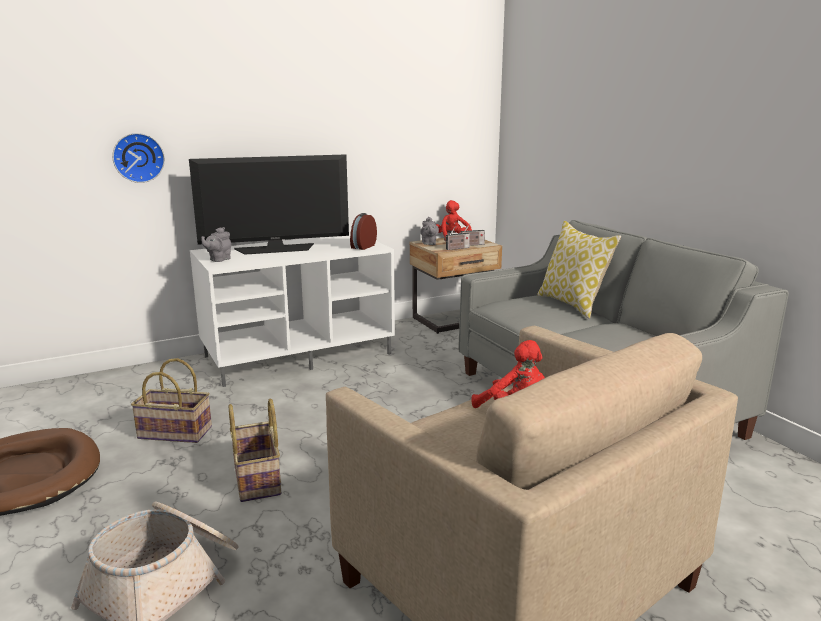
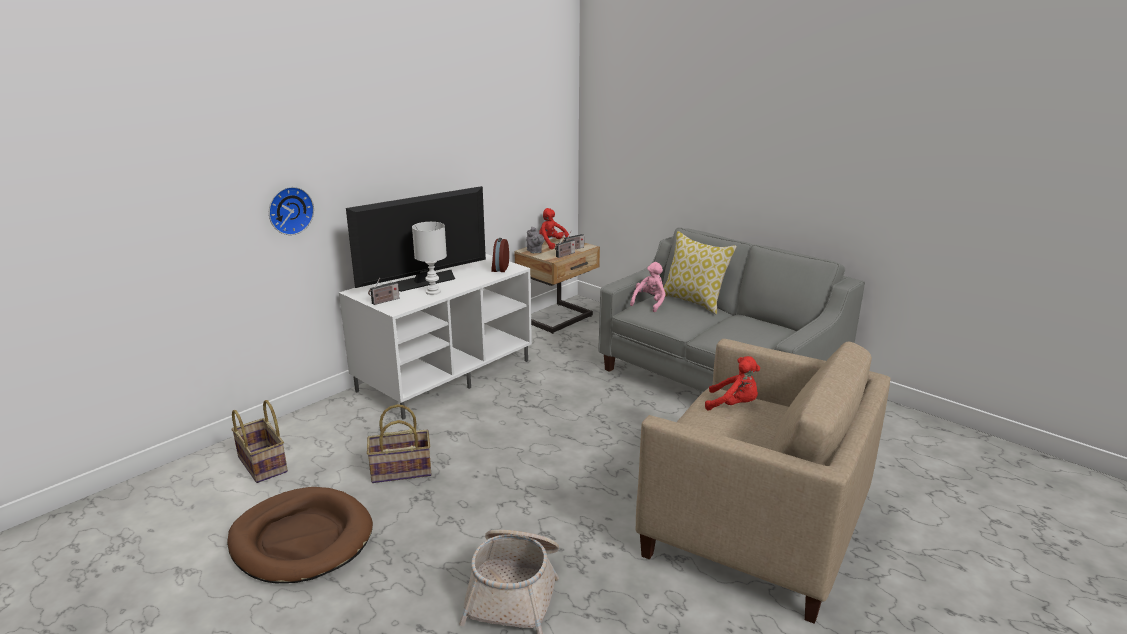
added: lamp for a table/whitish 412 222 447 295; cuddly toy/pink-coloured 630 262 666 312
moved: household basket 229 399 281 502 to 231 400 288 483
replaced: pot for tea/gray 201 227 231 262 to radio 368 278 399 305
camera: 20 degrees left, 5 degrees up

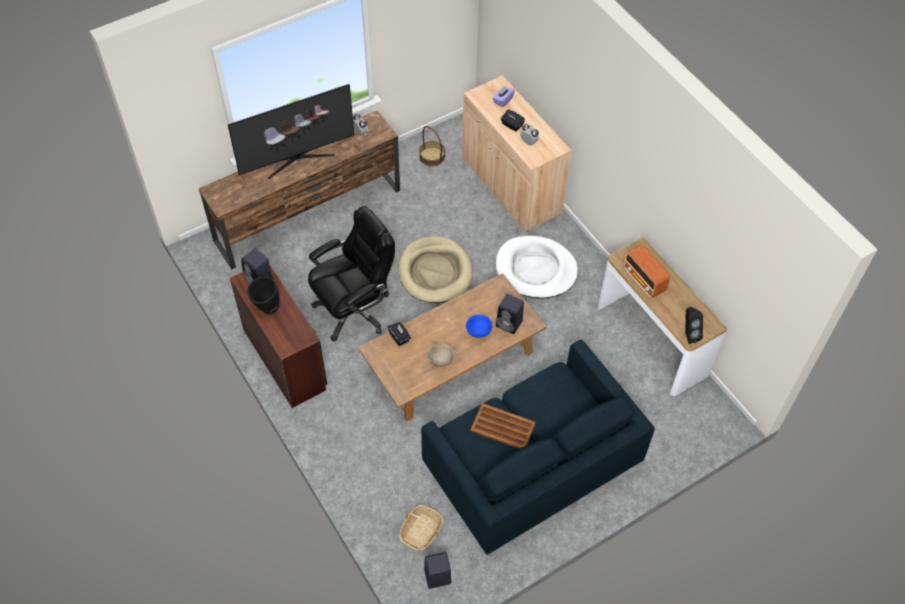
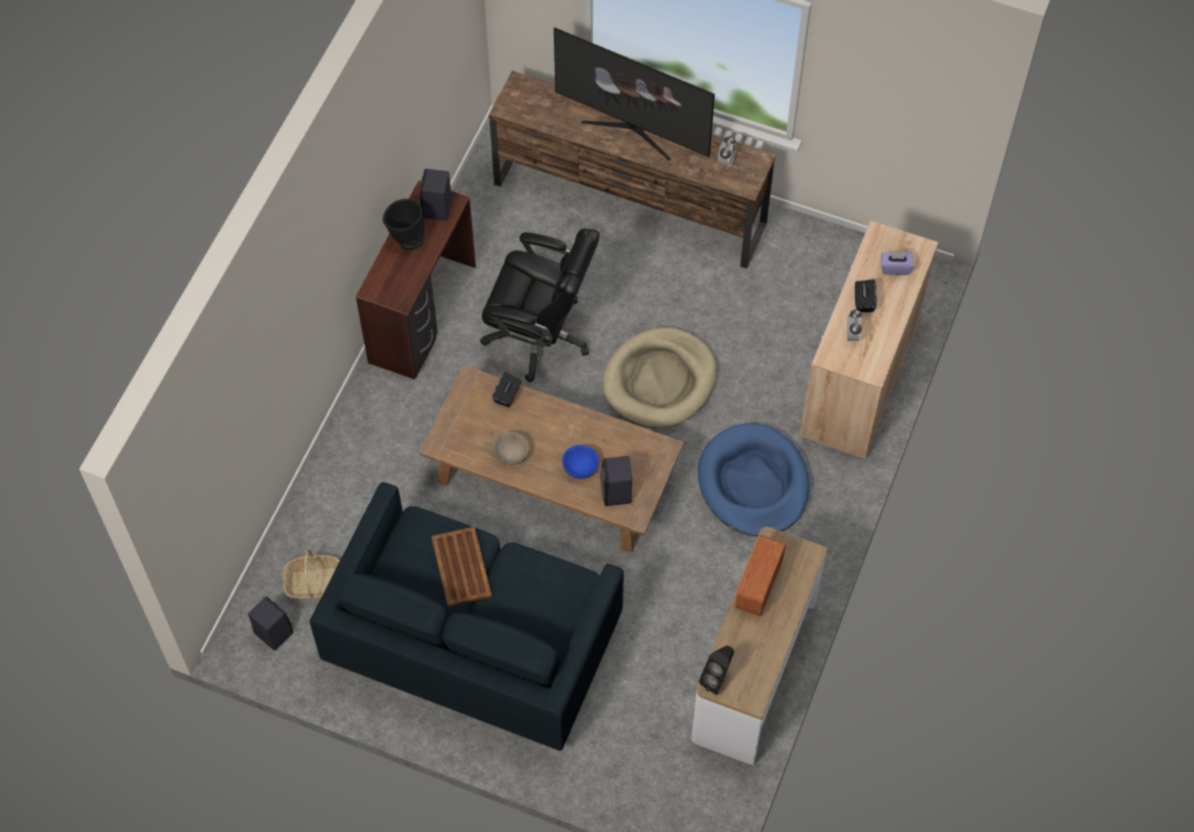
removed: household basket 419 126 445 167
recoloured: dog bed/whitish 496 236 578 299 to dog bed/blue-coloured 698 423 810 536
camera: 55 degrees right, 5 degrees up

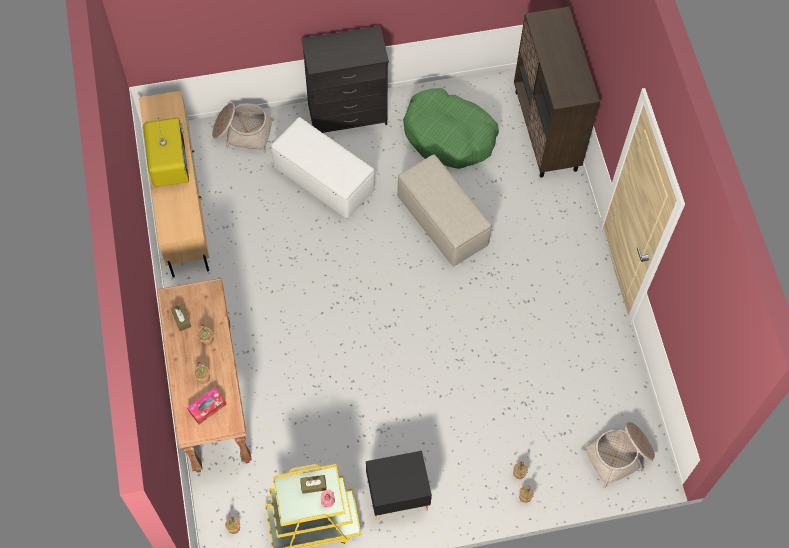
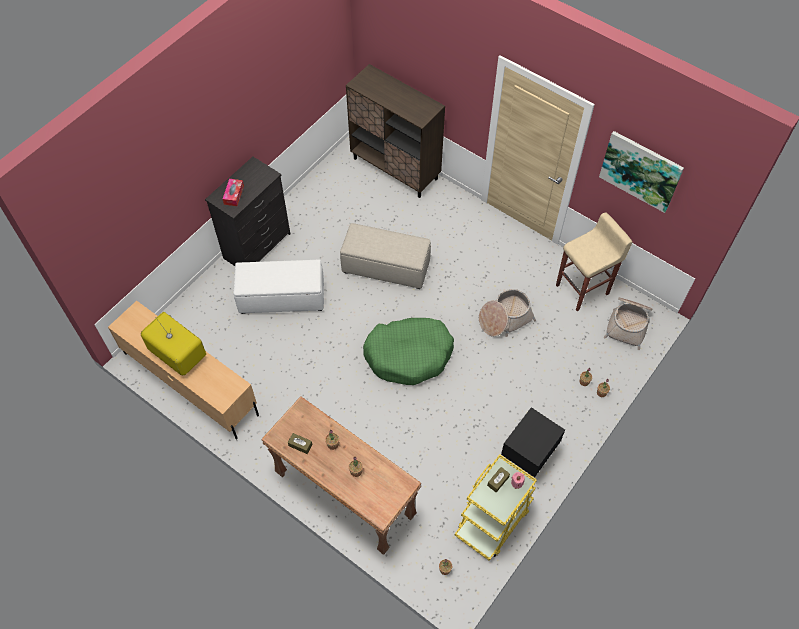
added: wall art 599 131 684 213; stool/beige-coloured 556 212 633 311
moved: dog bed/green 403 88 499 169 to 363 318 454 385; household basket 212 103 274 153 to 479 289 536 337; tissue holder 187 388 227 424 to 223 179 244 206
camera: 40 degrees left, 5 degrees down

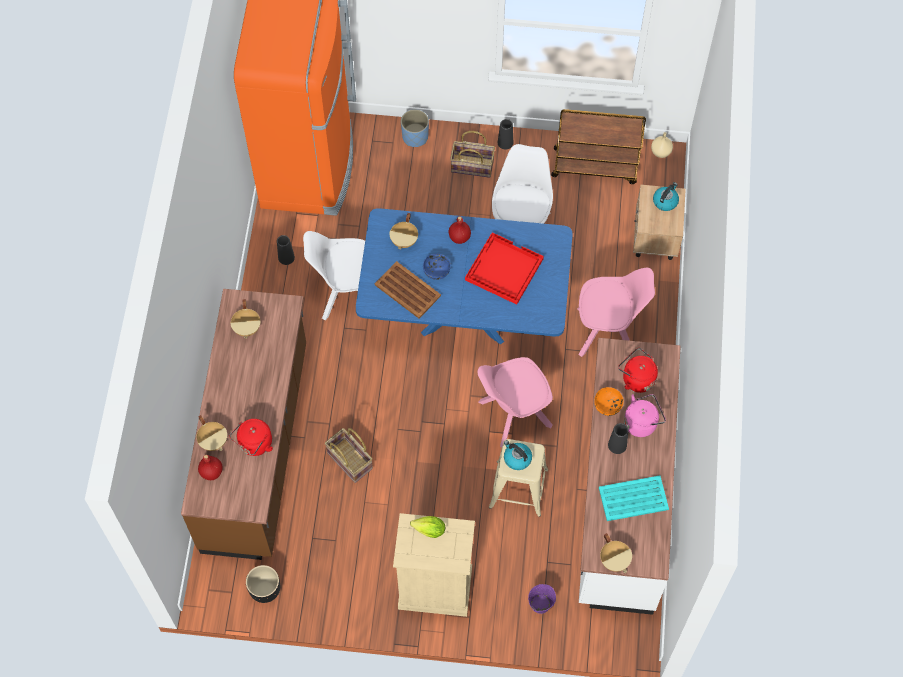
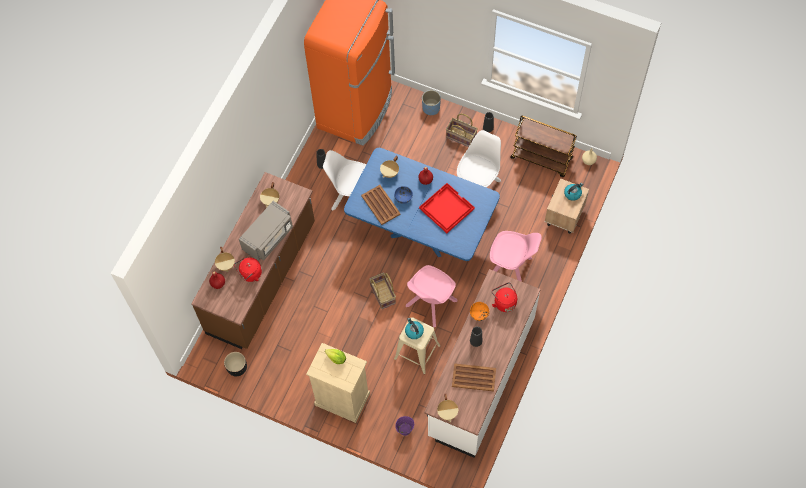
removed: water kettle/pink-coloured 624 394 666 437
added: microwave oven/gray 239 201 293 260
moved: household basket 325 428 373 483 to 369 272 396 309
recoloured: tray/blue-green 599 476 669 521 to tray/brownish 452 363 496 391
turned: upright chair/pink-coloured 478 357 553 447 = 406 265 457 327 45 degrees counterclockwise
camera: 20 degrees right, 0 degrees up

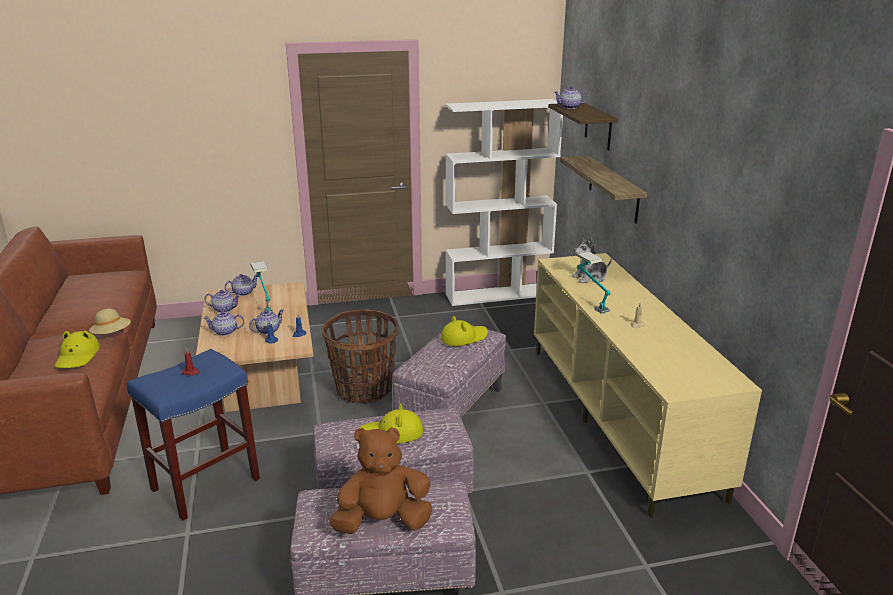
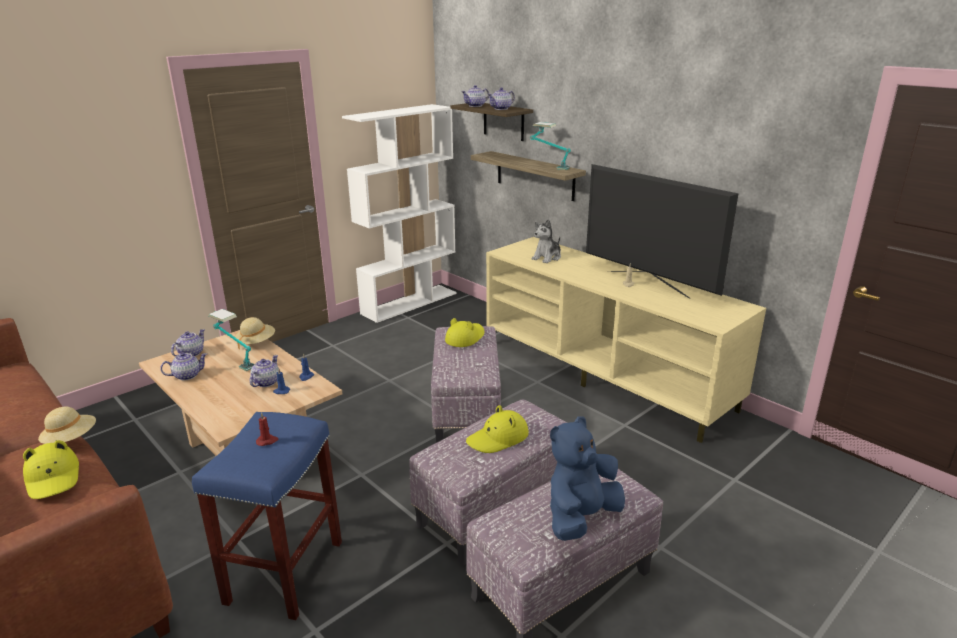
removed: household basket 322 309 398 404
added: TV set 586 164 739 298; hat/beige-coloured 235 317 275 350
moved: lamp for a table 577 252 610 314 to 530 122 571 170; pot for tea 203 311 244 336 to 487 88 515 110
recoloured: cuddly toy/brownish 329 427 433 534 to cuddly toy/blue-coloured 550 416 625 541
camera: 30 degrees left, 0 degrees up

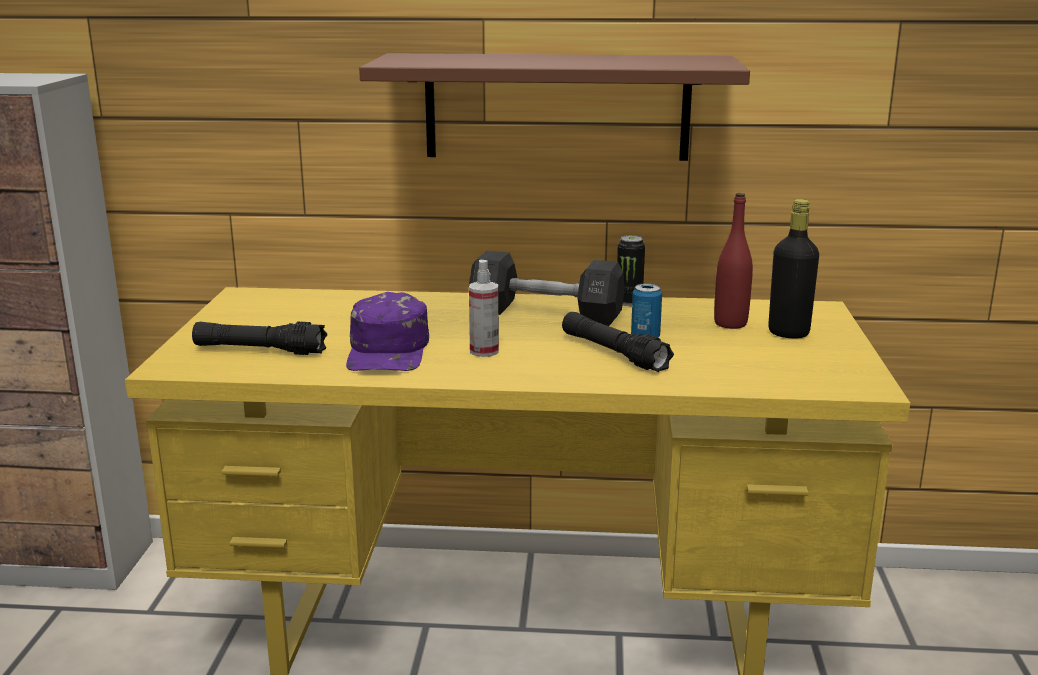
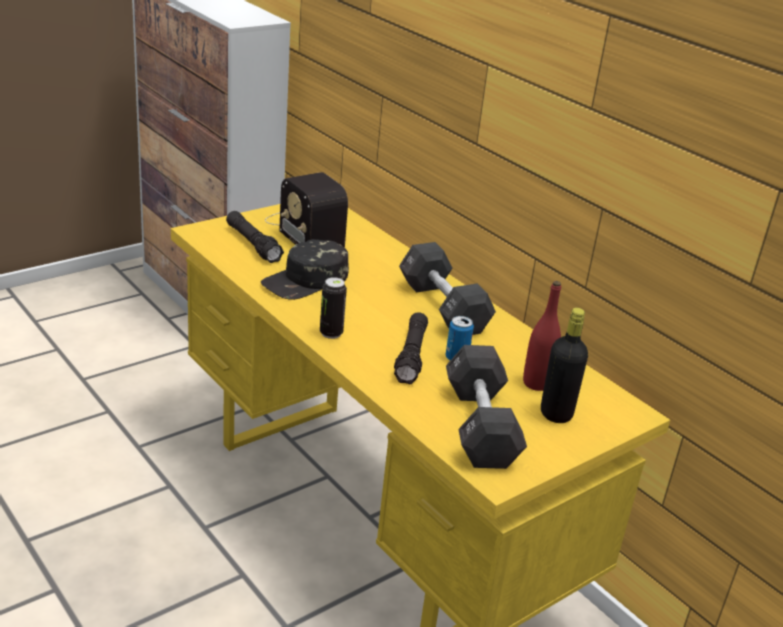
removed: bracket shelf/brownish 359 53 750 161; hand sprayer 469 260 499 357
added: radio 265 172 348 248; hand weight/blackish 446 345 527 469
moved: metal can 617 235 645 306 to 320 277 347 339
recoloured: peaked cap/purple-coloured 346 292 429 371 to peaked cap/blackish 261 239 349 300
camera: 45 degrees right, 10 degrees up

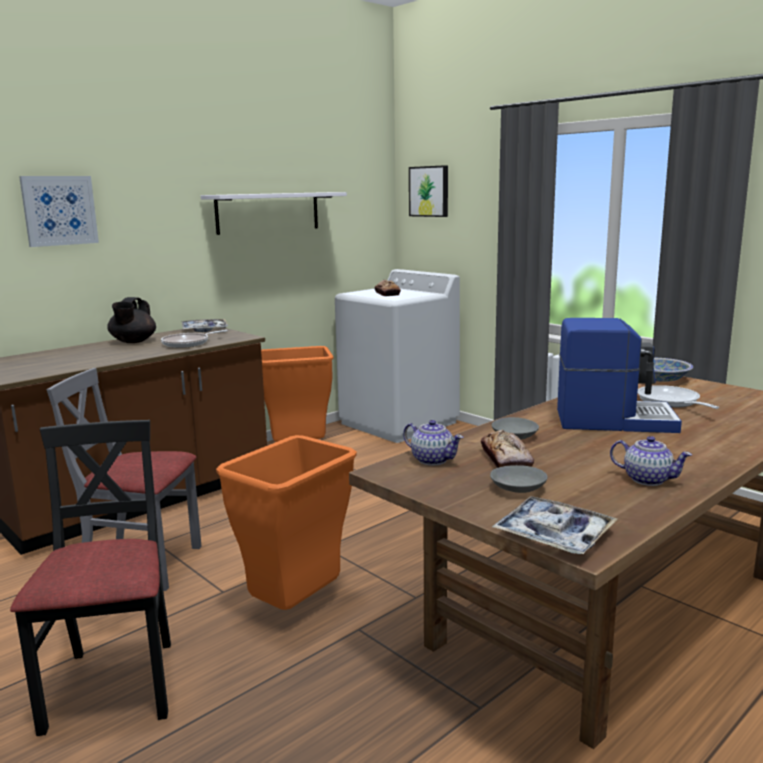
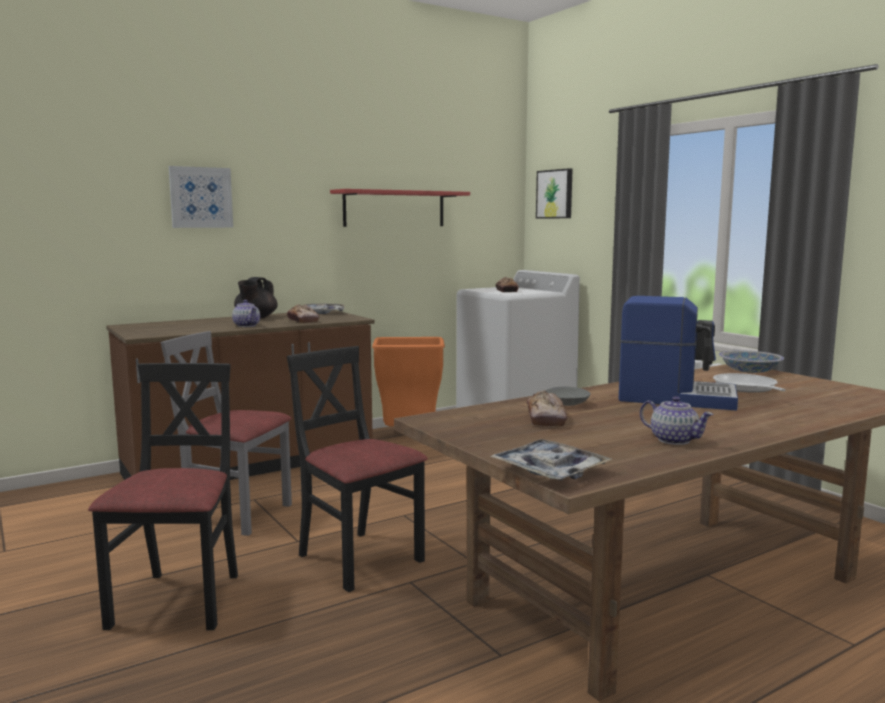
removed: bowl/gray 490 465 548 493
moved: pot for tea 403 420 463 465 to 232 300 260 327
replaced: skillet 161 330 228 348 to bakery bread 287 304 319 323; trash can/orangey 216 435 357 610 to upright chair/blackish 287 346 428 592
recoloured: bracket shelf/whitish 201 192 347 235 to bracket shelf/red-coloured 330 189 470 227
camera: 10 degrees right, 5 degrees down

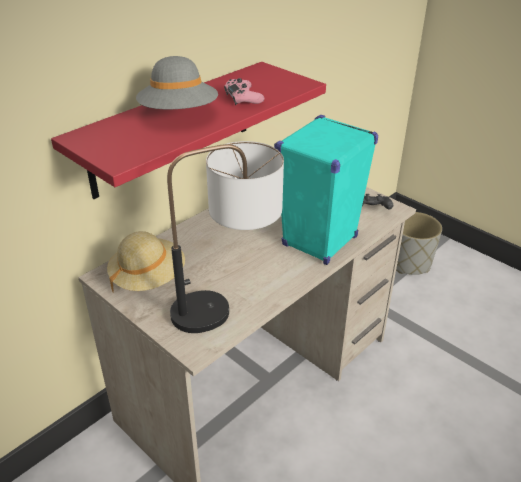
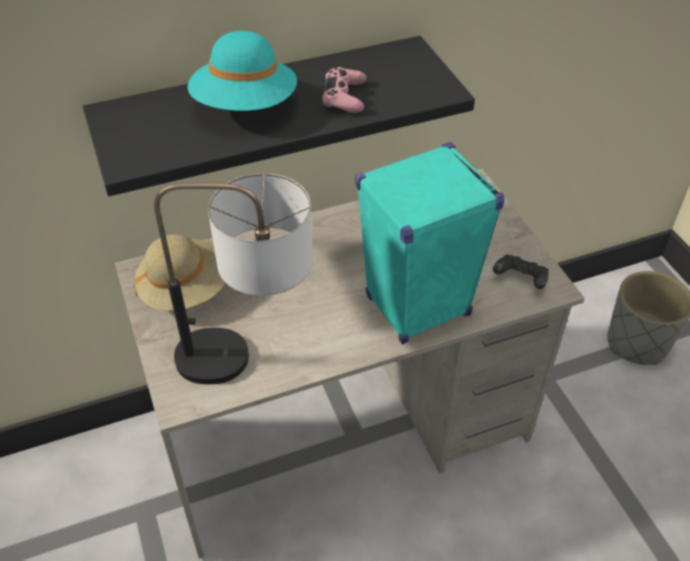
recoloured: hat/gray 136 56 218 109 to hat/blue-green 188 31 297 111; bracket shelf/red-coloured 51 62 326 199 to bracket shelf/blackish 83 36 475 196
camera: 25 degrees right, 10 degrees up

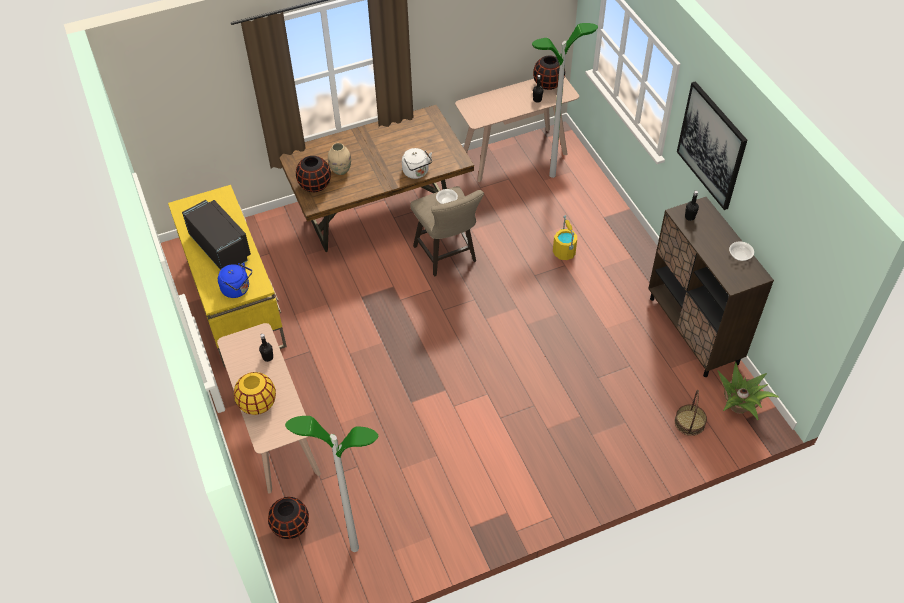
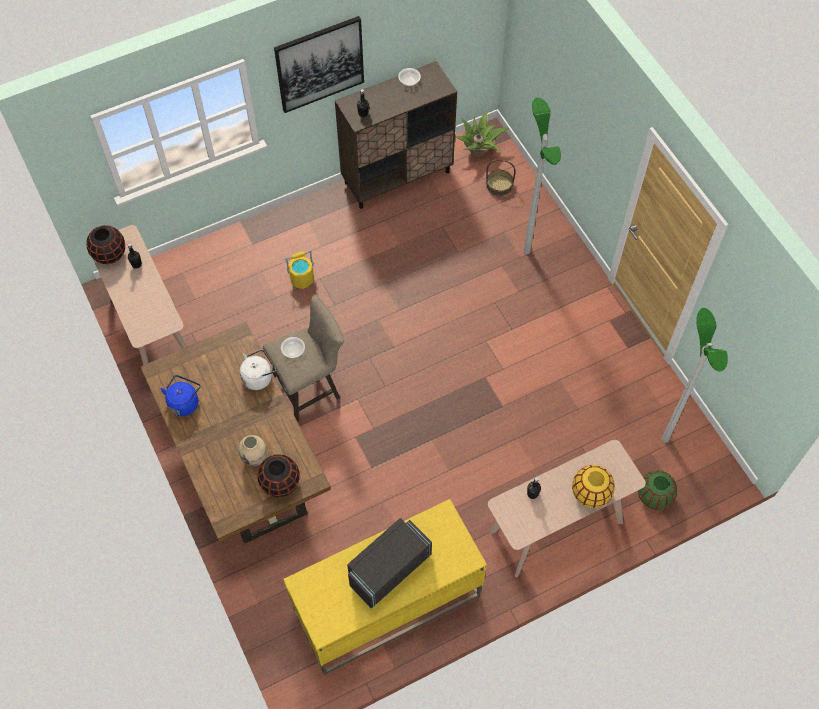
moved: standard lamp 532 23 598 178 to 524 98 561 254; water kettle/blue-coloured 218 263 252 298 to 161 375 201 416
recoloured: flower vase/blackish 268 497 309 539 to flower vase/green 638 470 677 510
camera: 95 degrees left, 10 degrees up

